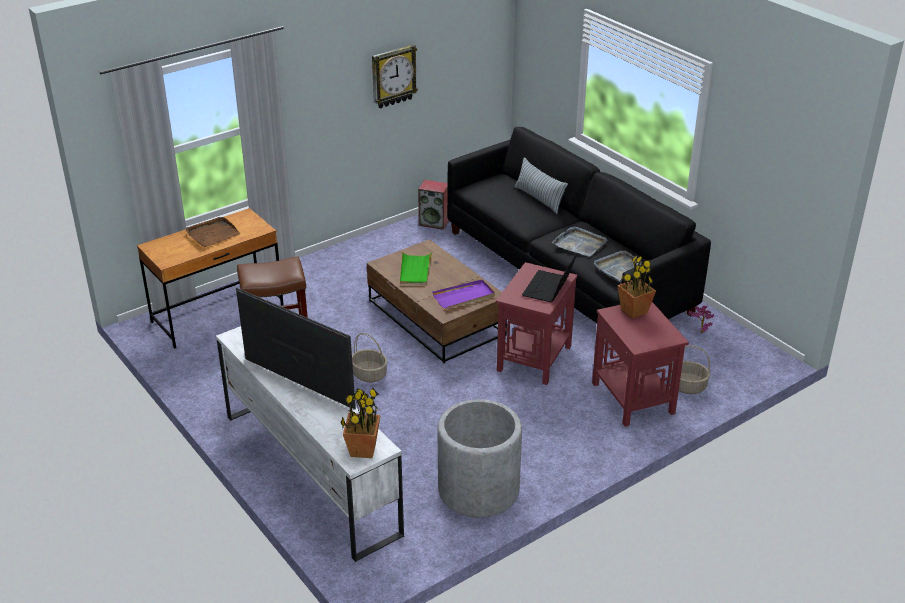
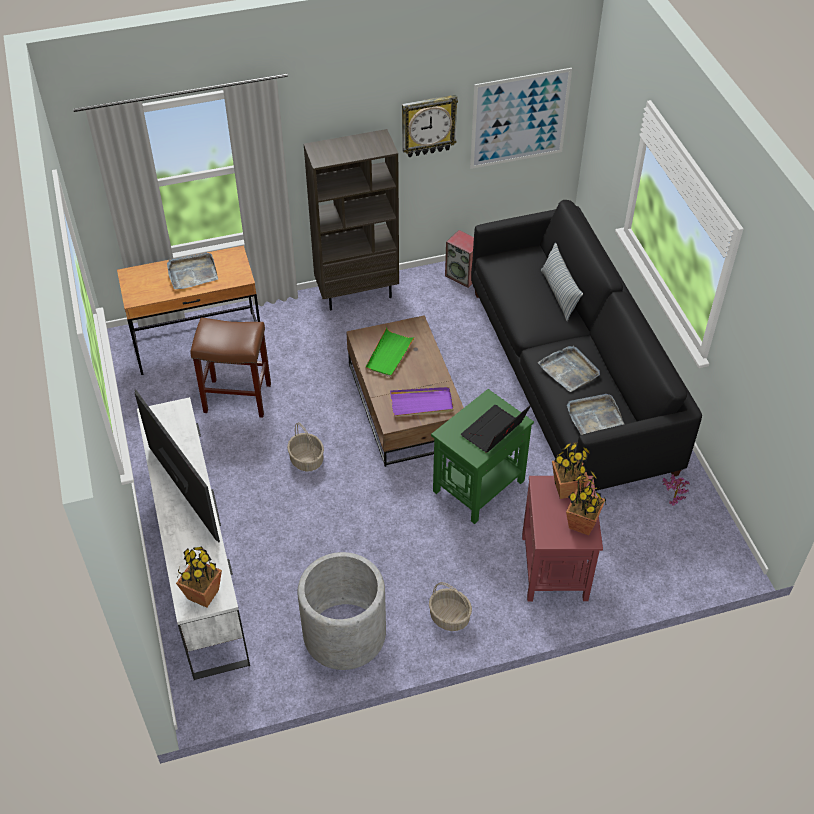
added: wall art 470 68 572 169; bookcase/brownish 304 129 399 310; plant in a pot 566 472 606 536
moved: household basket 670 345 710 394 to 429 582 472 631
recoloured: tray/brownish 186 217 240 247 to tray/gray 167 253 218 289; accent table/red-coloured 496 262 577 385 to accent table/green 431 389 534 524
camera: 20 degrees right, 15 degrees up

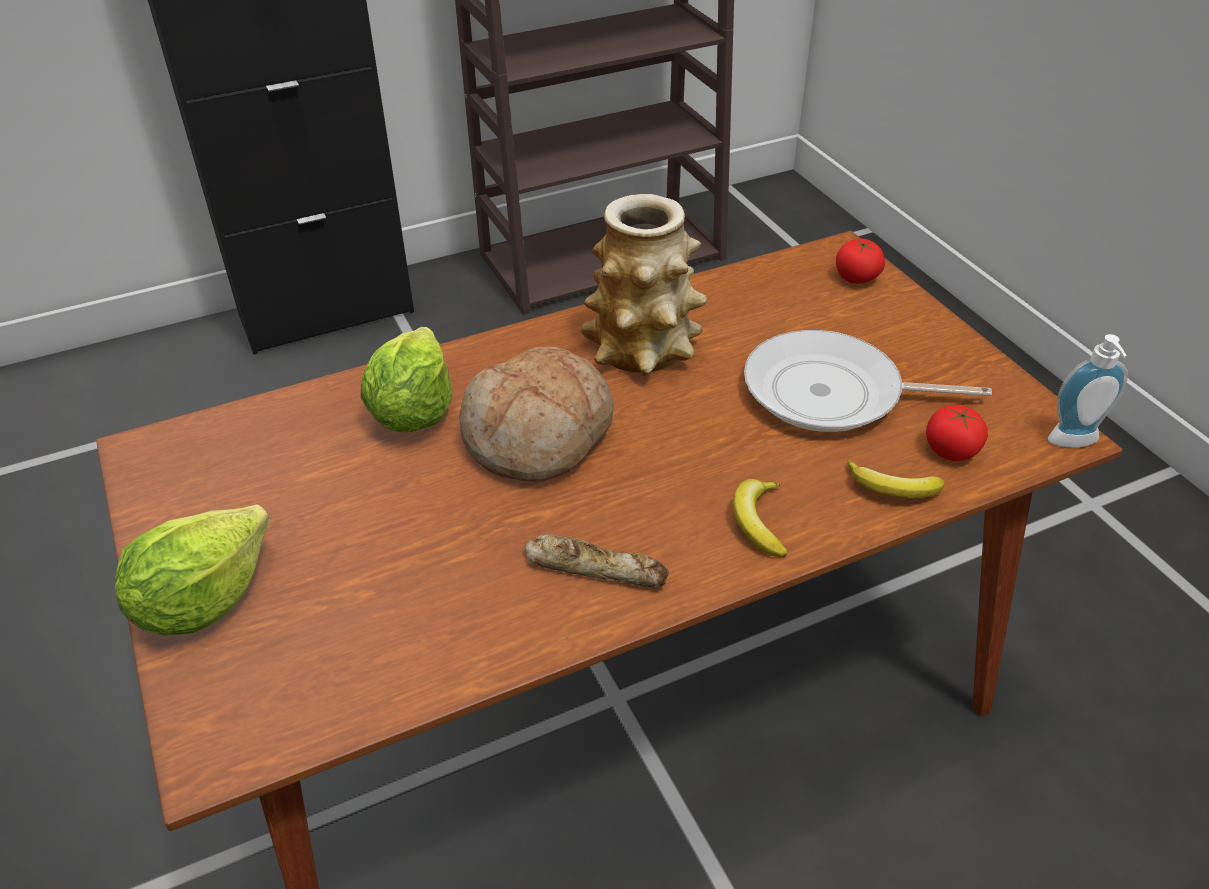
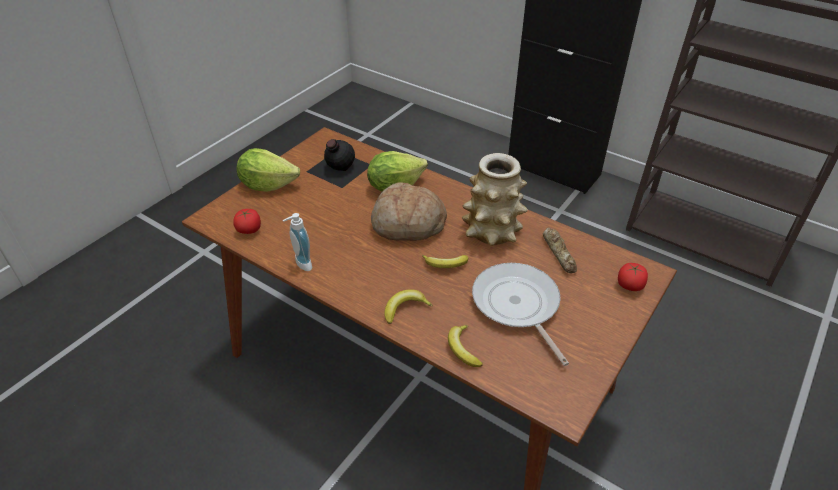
added: beverage bottle/blackish 307 139 369 188; banana 422 255 468 268
moved: soap bottle 1048 334 1128 448 to 283 213 312 271; fresh tomato 926 405 988 461 to 233 209 261 234; bakery bread 525 534 669 587 to 543 227 577 273
camera: 60 degrees right, 0 degrees up

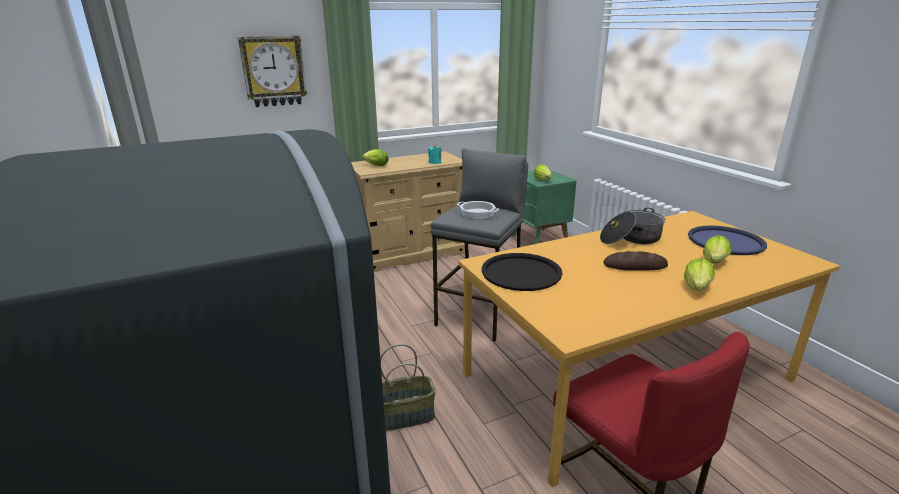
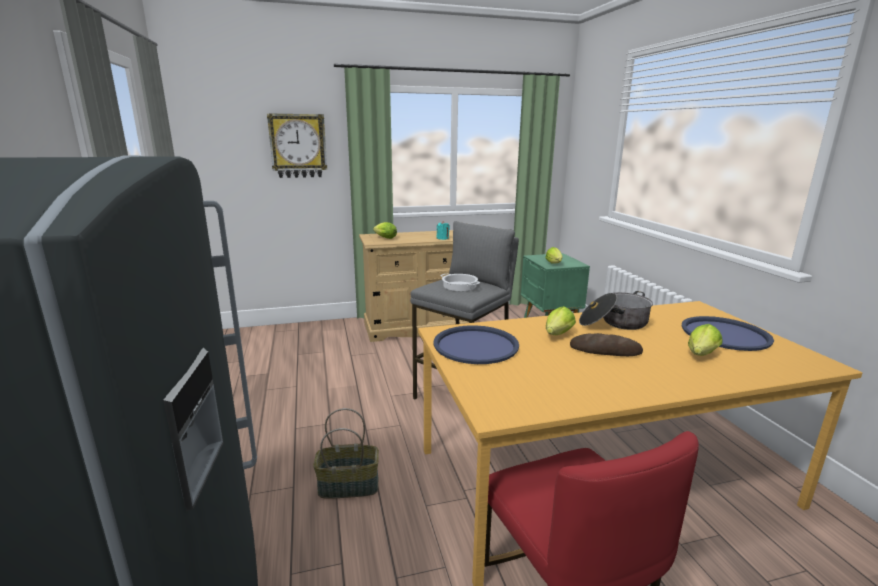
moved: lettuce 684 258 715 291 to 546 306 576 335
recoloured: tray/blackish 482 253 562 291 to tray/blue-coloured 433 325 519 364
camera: 10 degrees right, 5 degrees down

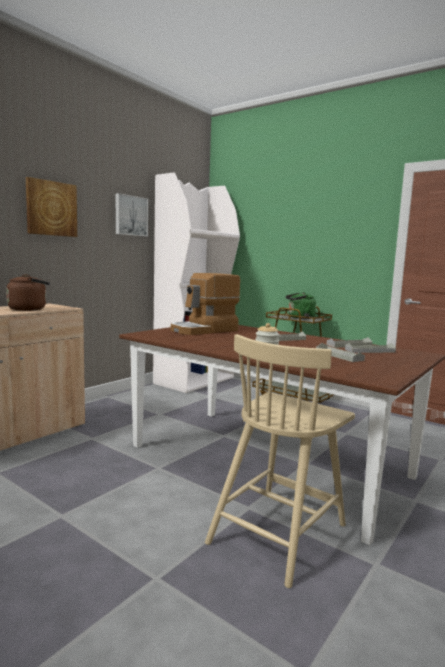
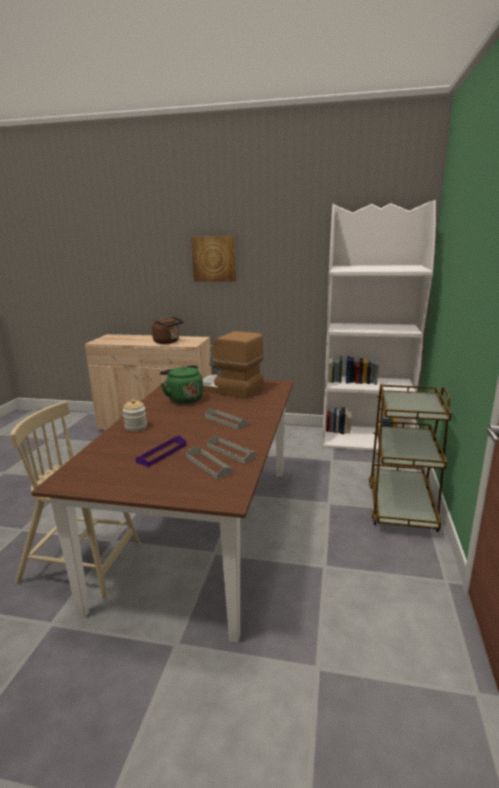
removed: wall art 116 193 148 237
moved: water kettle/green 285 292 316 319 to 160 365 203 404
recoloured: tray/gray 316 343 365 362 to tray/purple-coloured 135 435 186 467
camera: 65 degrees right, 10 degrees up

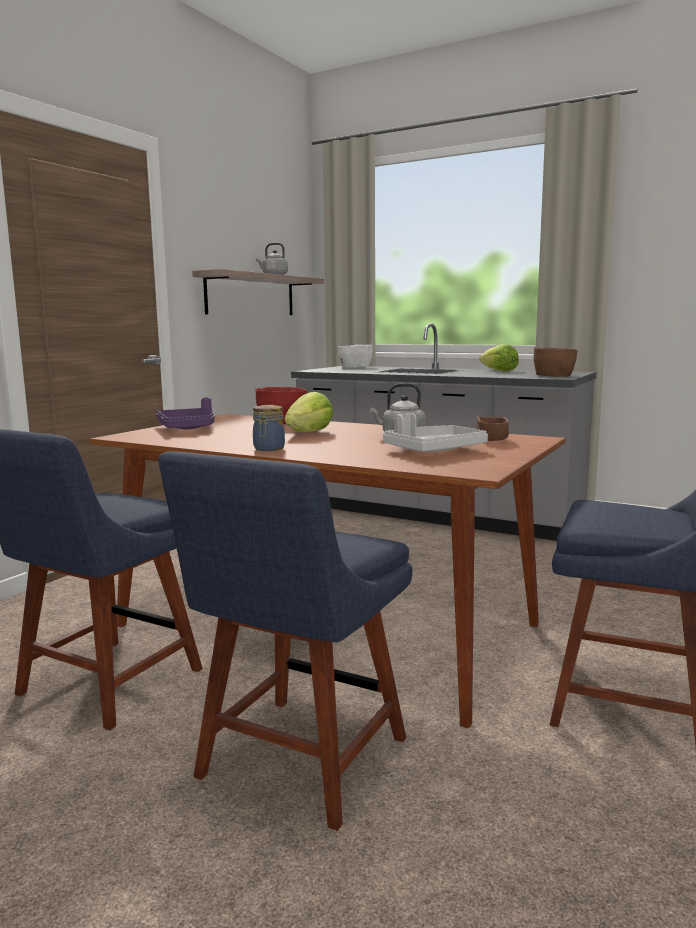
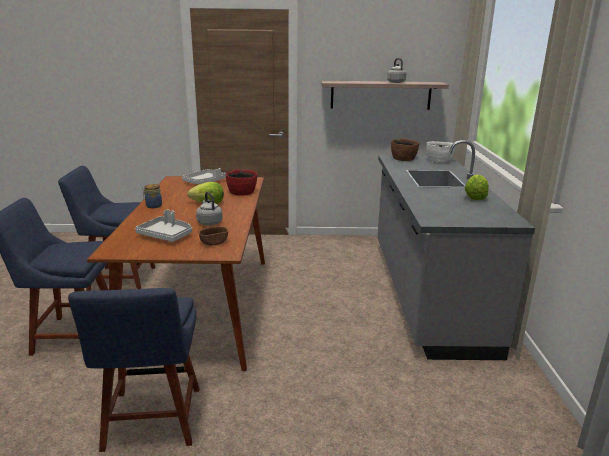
moved: bowl/brownish 534 348 577 377 to 391 139 420 161
recoloured: tray/purple-coloured 156 397 214 430 to tray/gray 182 168 226 184
camera: 60 degrees right, 10 degrees up

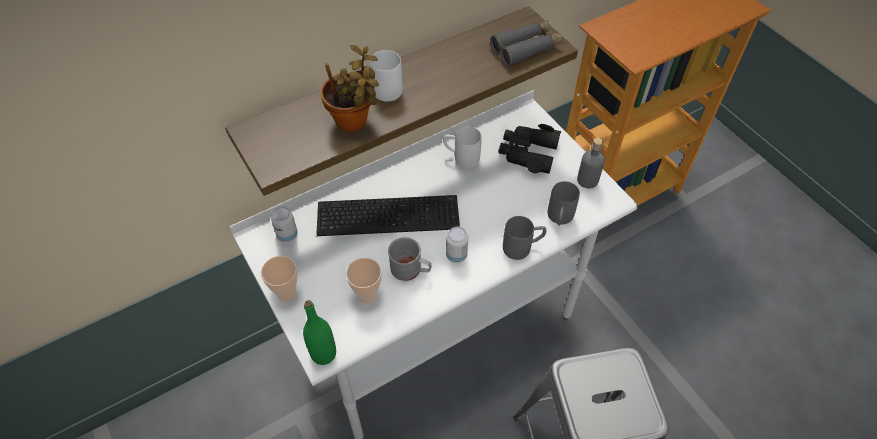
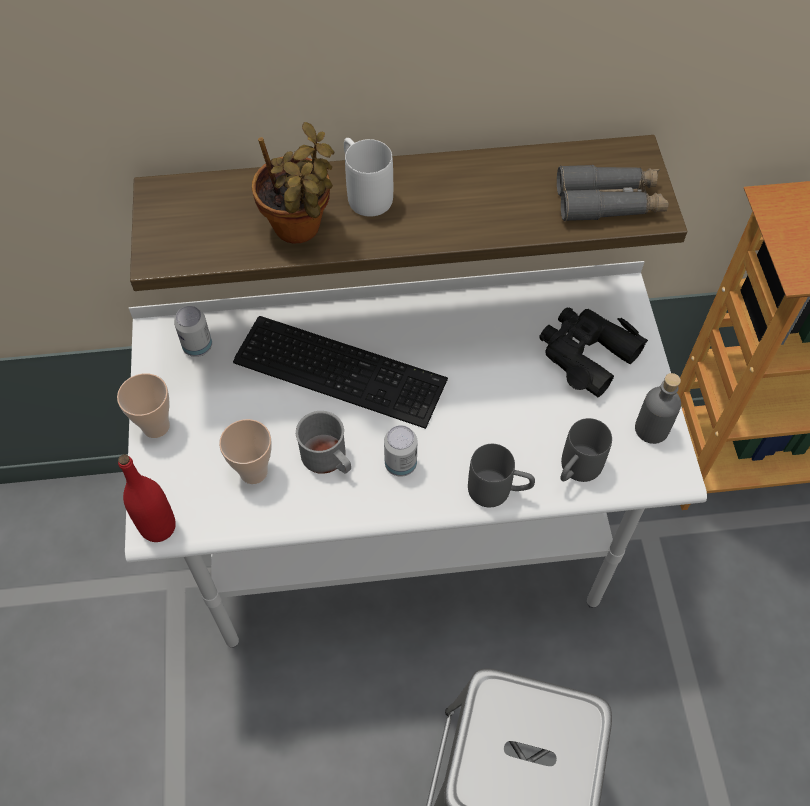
removed: coffee mug/whitish 443 127 482 168
recoloured: beverage bottle/green 303 300 336 365 to beverage bottle/red-coloured 118 454 176 542
camera: 25 degrees right, 5 degrees up

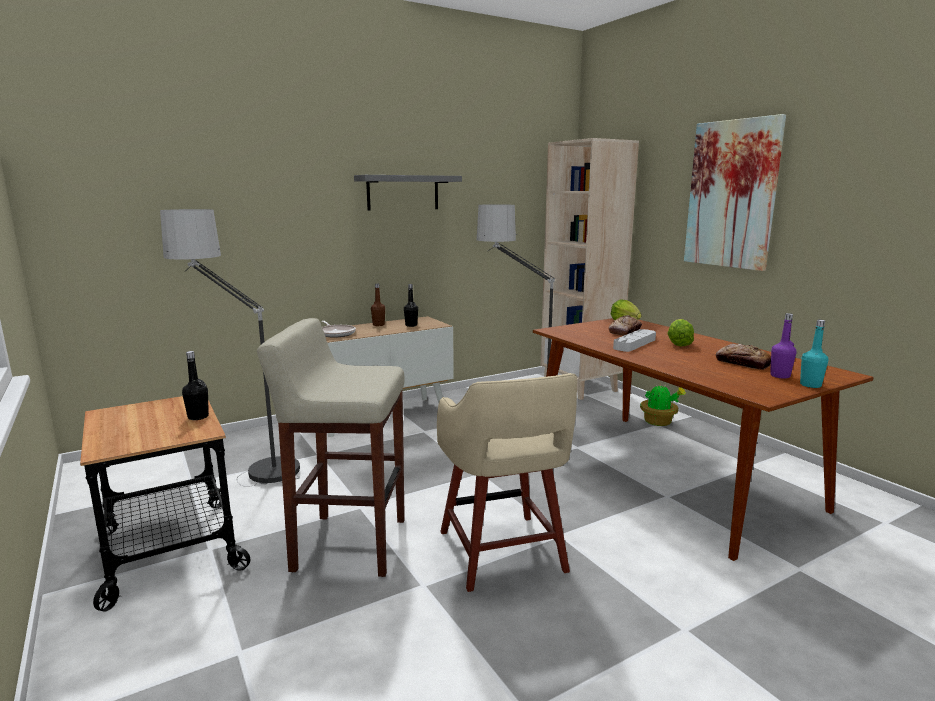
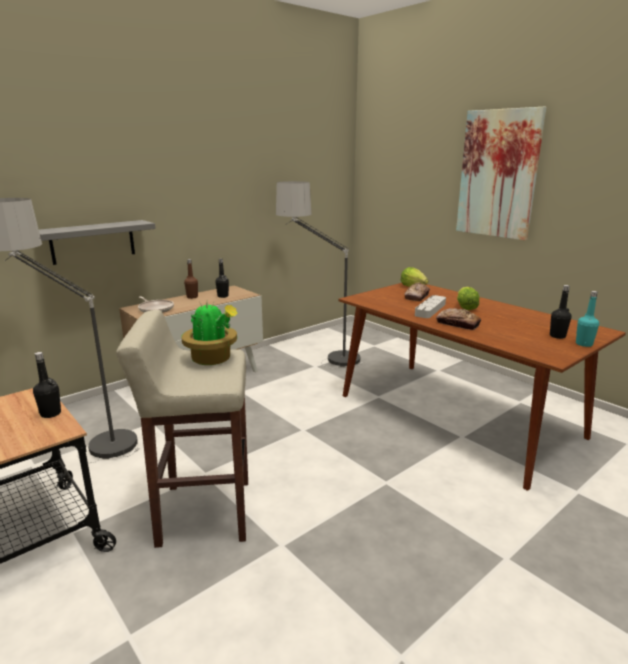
removed: bookcase/beige-coloured 541 138 639 400; stool/beige-coloured 437 373 577 592
moved: bracket shelf/gray 354 175 462 211 to 39 220 156 265; bakery bread 716 344 771 370 to 436 308 481 330; plant in a pot 640 385 686 426 to 181 298 238 365
recoloured: beverage bottle/purple-coloured 770 313 796 379 to beverage bottle/blackish 550 285 572 339
camera: 10 degrees left, 5 degrees up

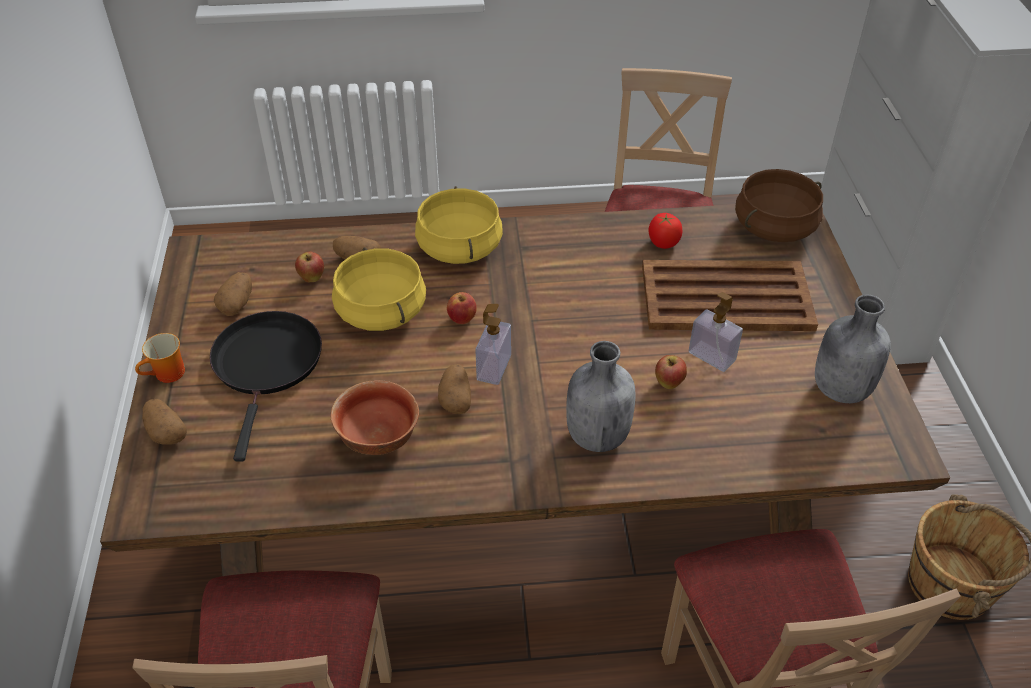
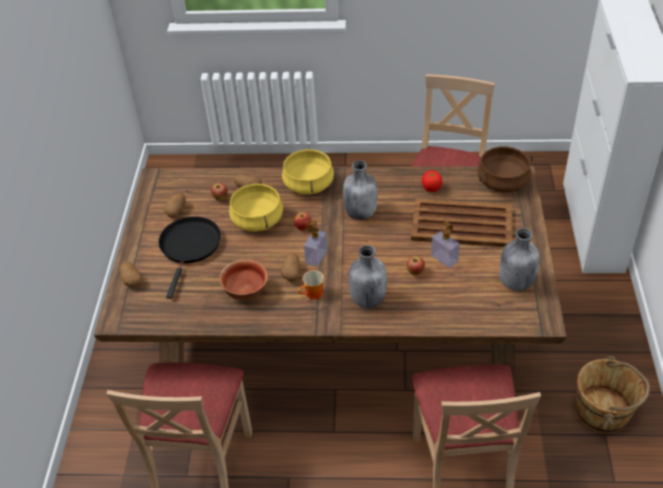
added: beverage bottle/gray 343 160 378 220
moved: coffee mug 135 333 185 383 to 298 270 324 300
camera: 10 degrees right, 0 degrees up

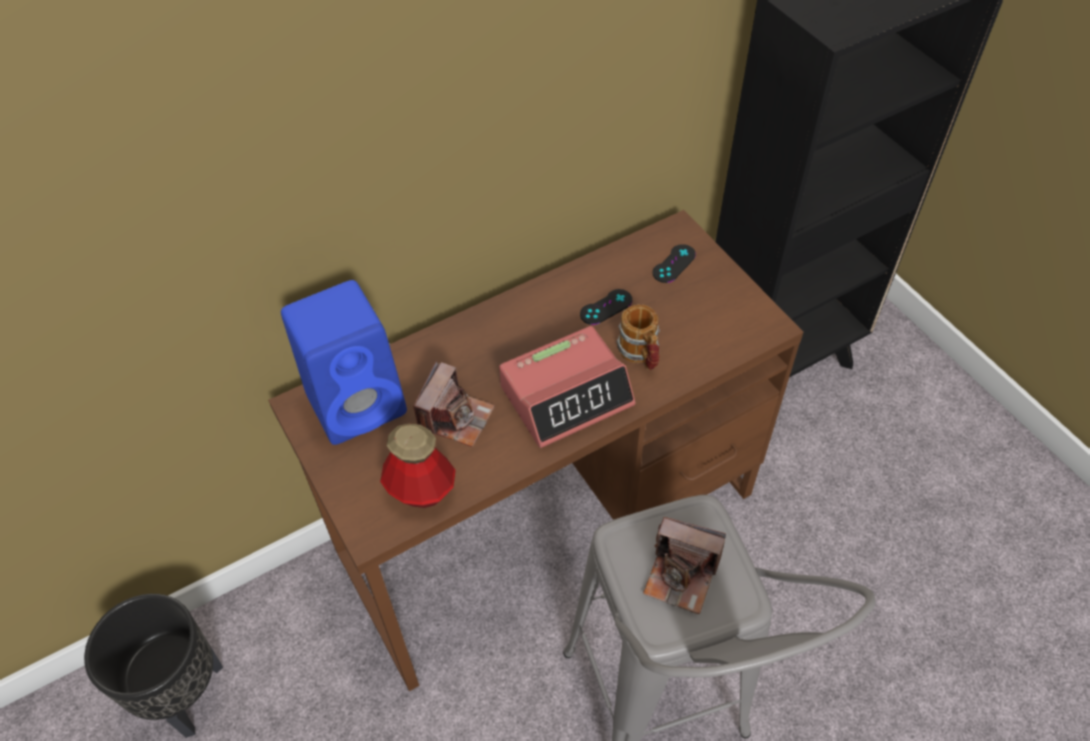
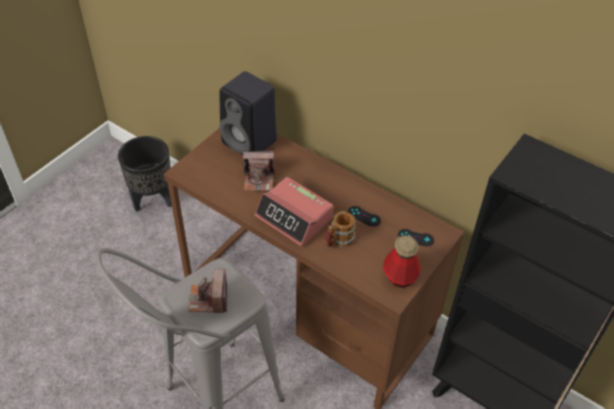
moved: beverage bottle 380 424 456 508 to 383 235 420 288
recoloured: speaker/blue-coloured 281 280 407 445 to speaker/blackish 219 71 277 155
camera: 65 degrees right, 5 degrees down

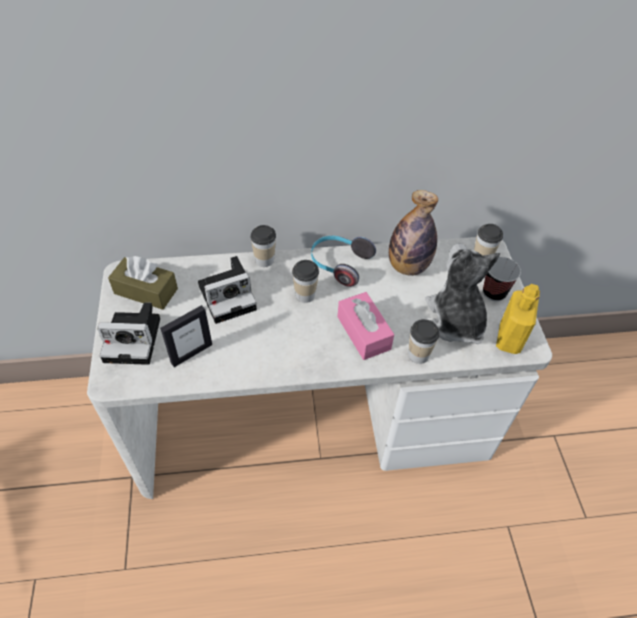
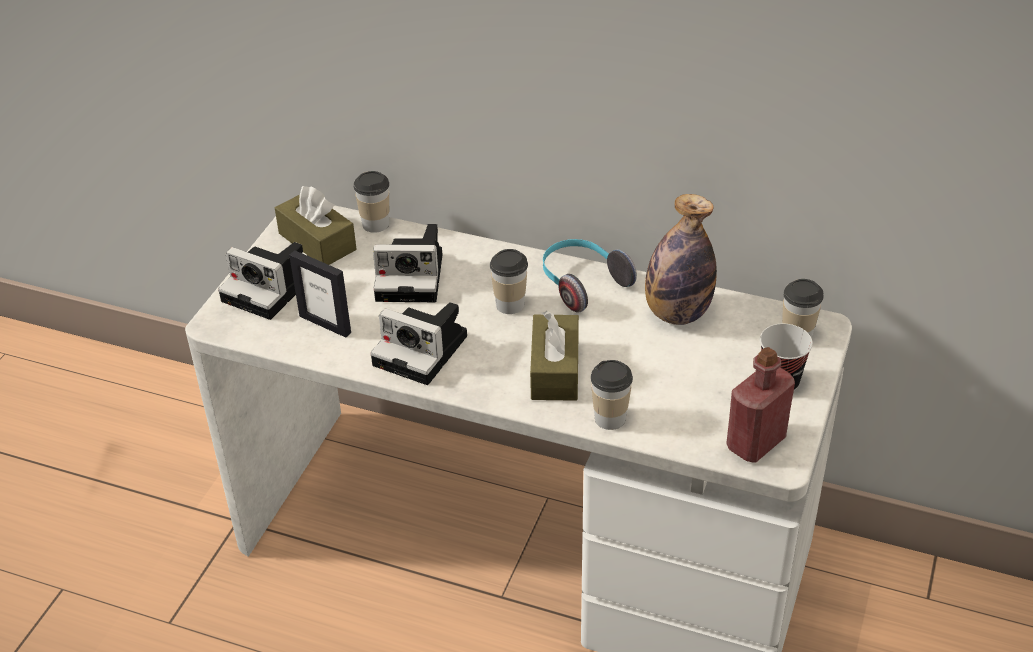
removed: cuddly toy 425 243 500 344
added: photo camera 370 302 467 385
moved: drinking cup 250 225 276 267 to 354 171 389 233
recoloured: beverage bottle/yellow 496 284 540 354 to beverage bottle/red-coloured 726 347 795 463; tissue holder/pink-coloured 337 292 394 360 to tissue holder/brownish 530 311 579 401
turned: photo frame 160 305 212 367 = 289 250 351 337 45 degrees clockwise
camera: 30 degrees right, 10 degrees down

